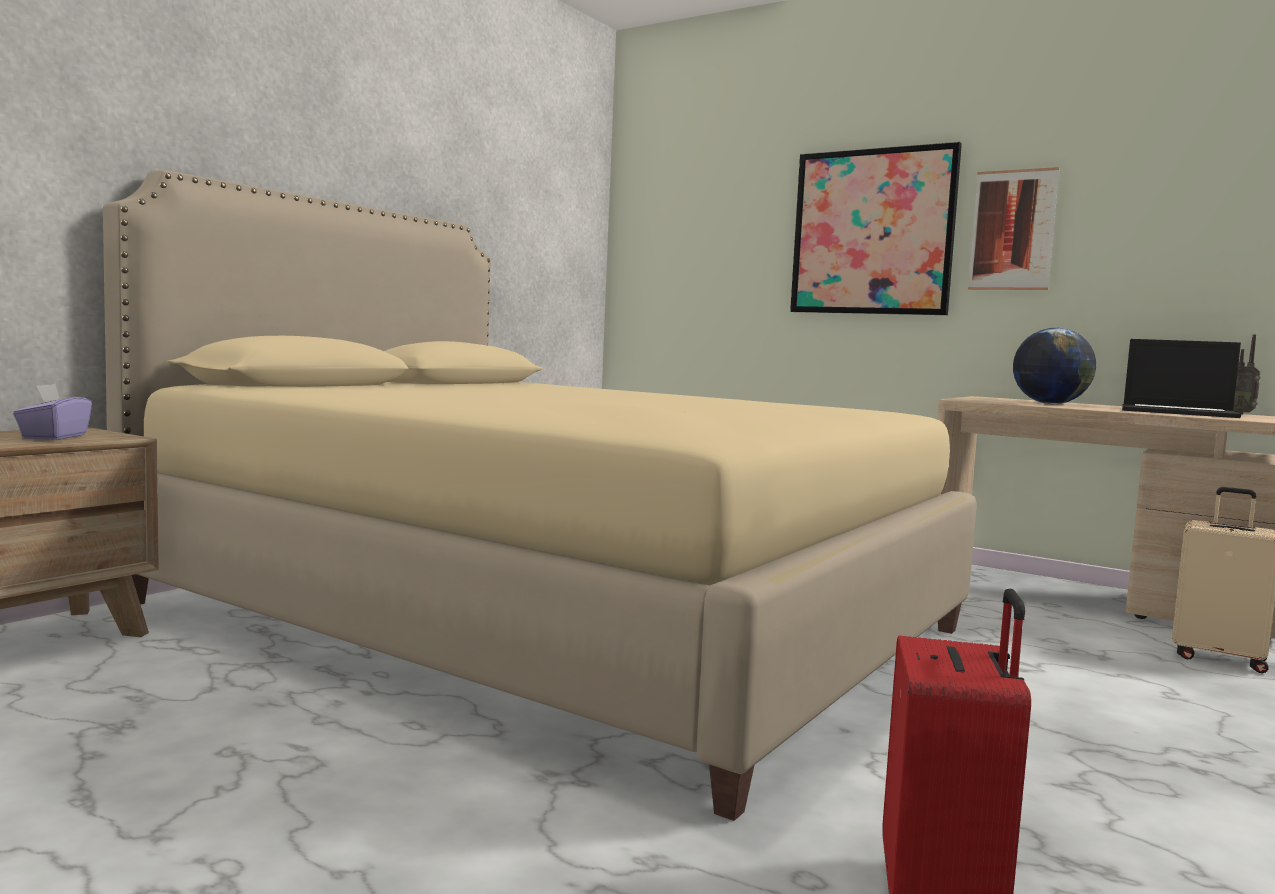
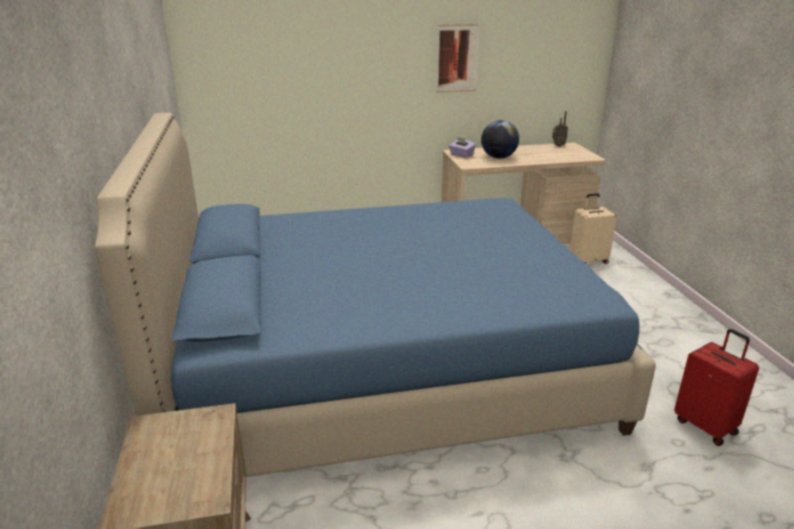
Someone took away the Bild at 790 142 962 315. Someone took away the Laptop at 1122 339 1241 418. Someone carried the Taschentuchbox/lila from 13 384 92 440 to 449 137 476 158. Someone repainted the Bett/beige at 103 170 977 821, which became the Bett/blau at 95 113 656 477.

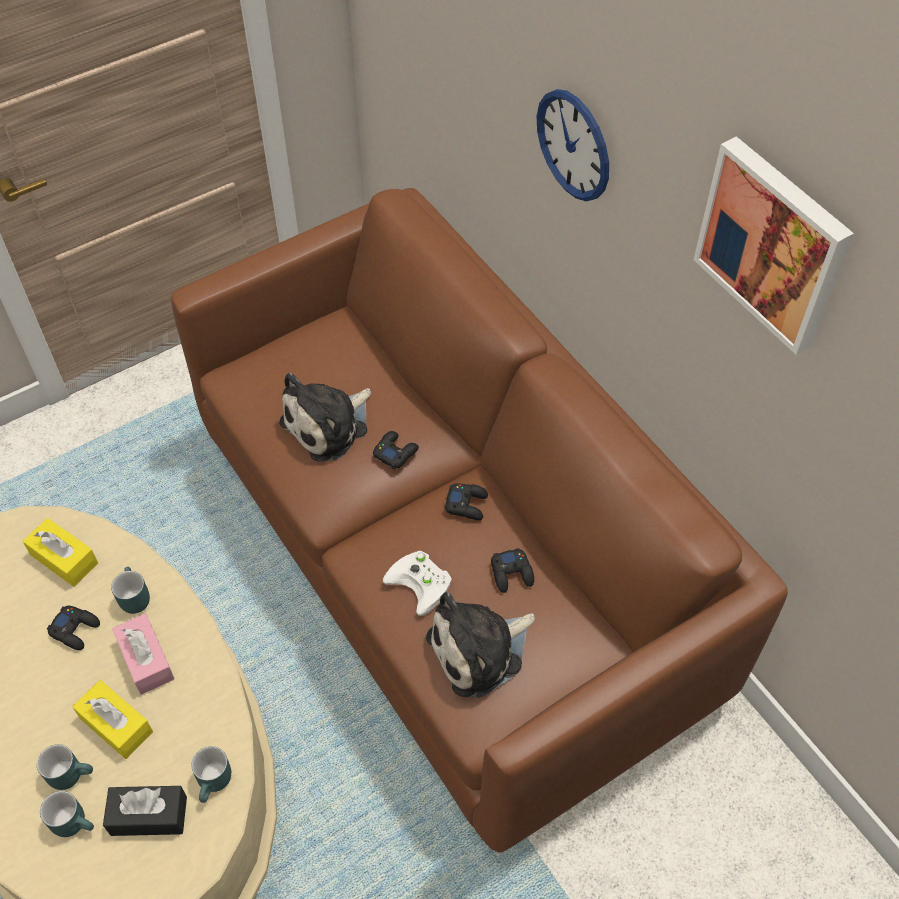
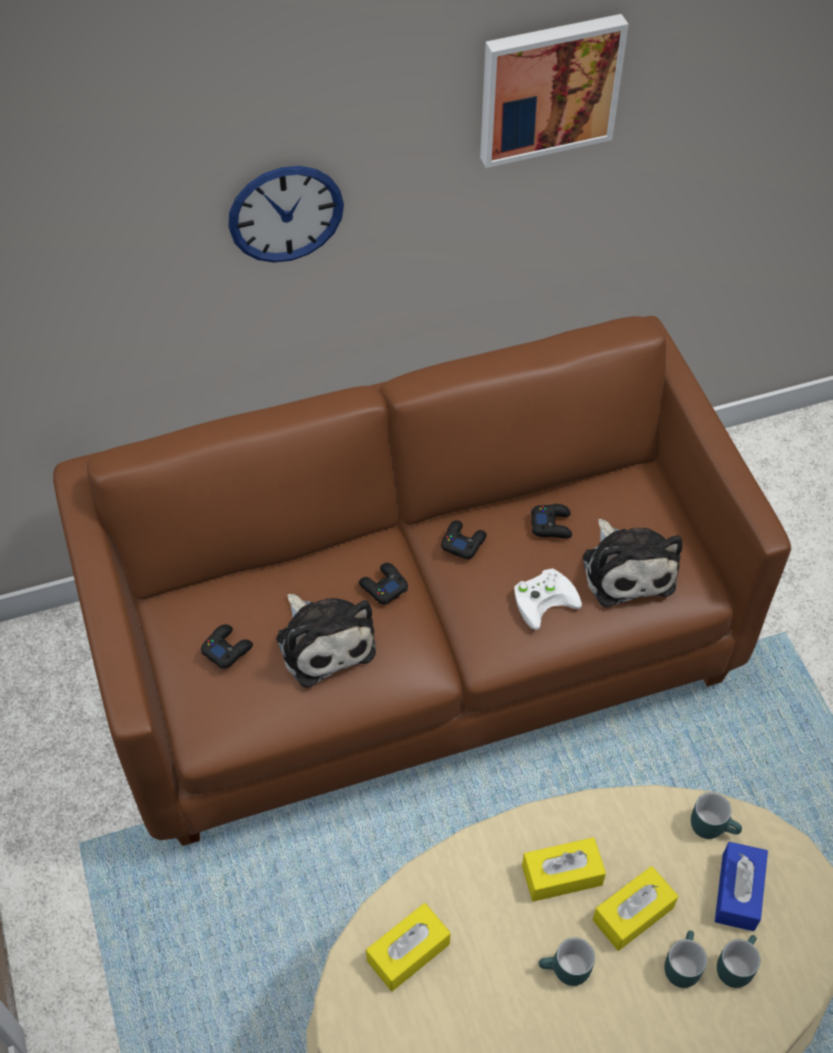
Someone carried the Gamepad/schwarz from 47 606 100 650 to 201 624 253 669. Someone carried the Henkelbecher/türkis from 111 567 150 614 to 539 937 595 986. Someone repainted the Taschentuchbox/schwarz at 103 786 187 836, which became the Taschentuchbox/blau at 715 842 768 931. Someone repainted the Taschentuchbox/rosa at 112 613 175 695, which became the Taschentuchbox/gelb at 522 837 606 902.

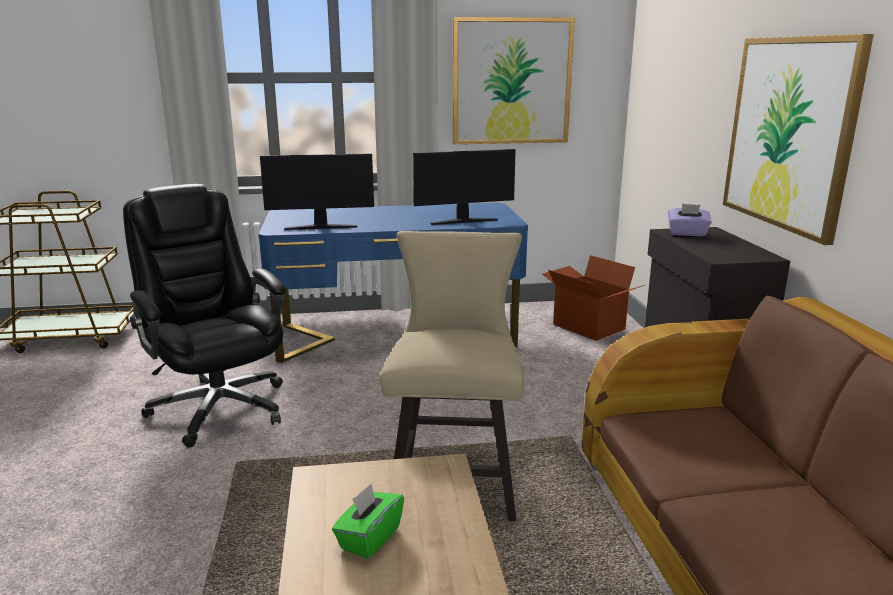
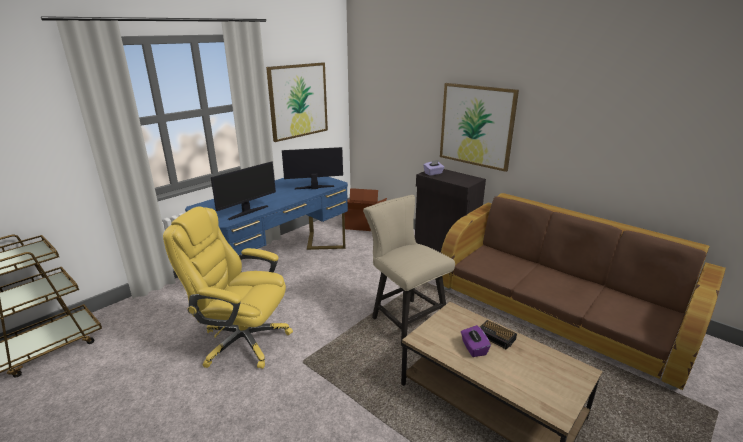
Someone put down the Wecker at 480 320 517 350. Someone repainted the Bürostuhl/schwarz at 123 184 286 448, which became the Bürostuhl/gelb at 163 206 293 369. Someone repainted the Taschentuchbox/grün at 332 484 404 559, which became the Taschentuchbox/lila at 461 325 491 357. Someone rotated the Monitor at 413 149 516 225 by 135 degrees counterclockwise.

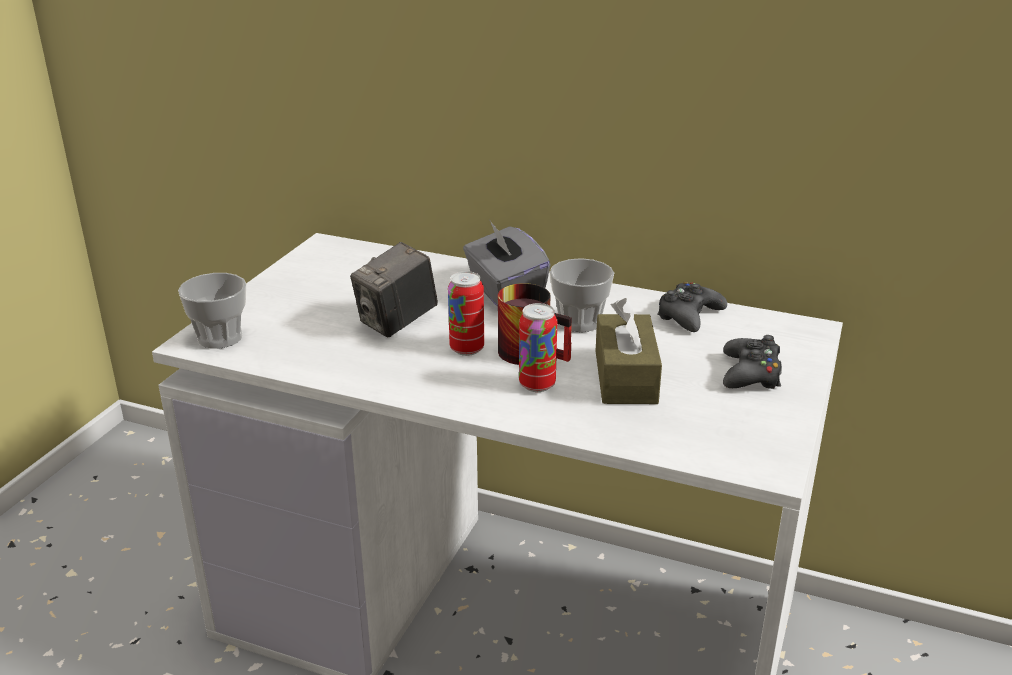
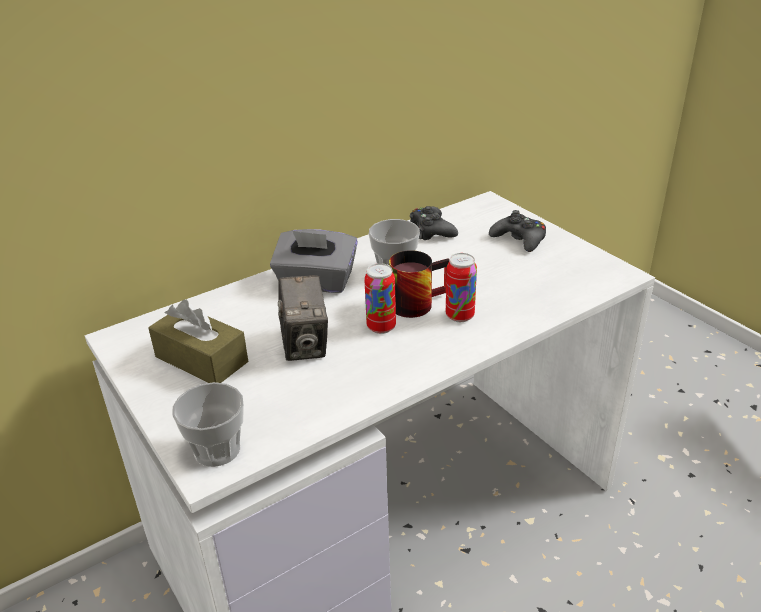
Someone carried the Taschentuchbox/braun from 596 298 662 404 to 148 300 248 383.

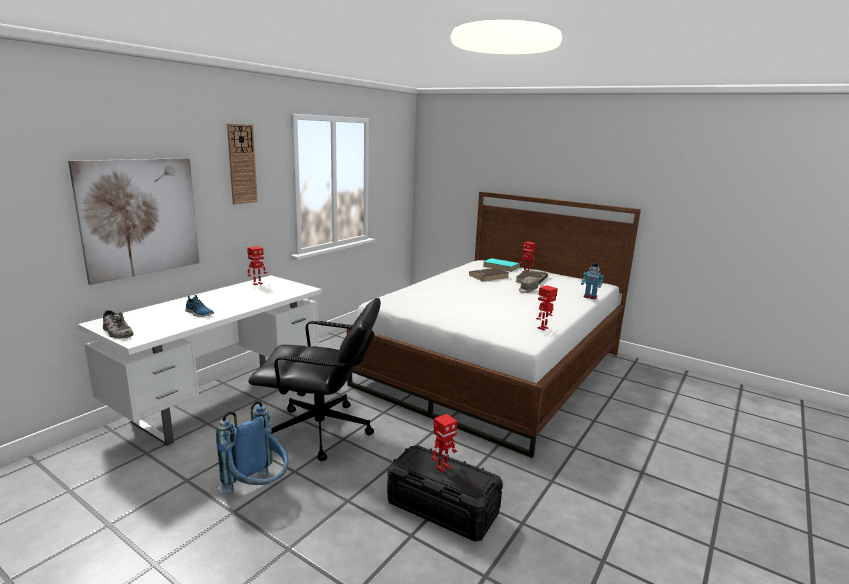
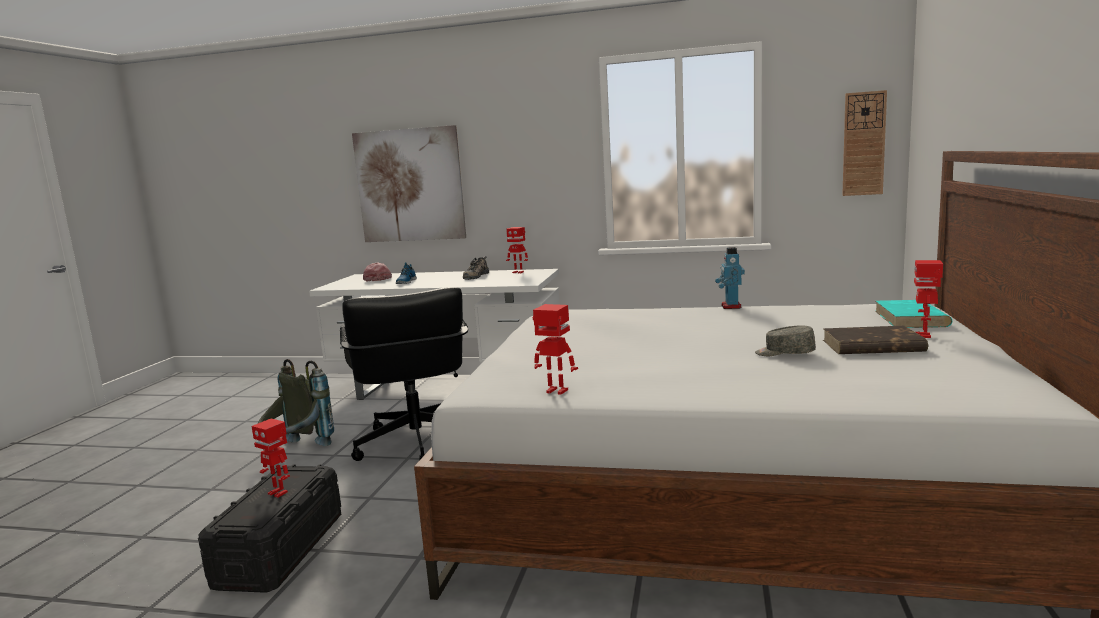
Someone took away the Buch/braun at 469 268 509 281. Someone put down the Kappe/rosa at 363 263 392 282. Someone carried the Schuh from 103 309 133 339 to 463 256 489 280. Someone carried the Wanduhr from 227 124 258 204 to 842 90 887 196. Someone carried the Spielzeugroboter from 581 262 604 299 to 715 247 745 309. Someone repainted the Rucksack/blau at 216 401 288 493, which became the Rucksack/grau at 258 359 334 446.

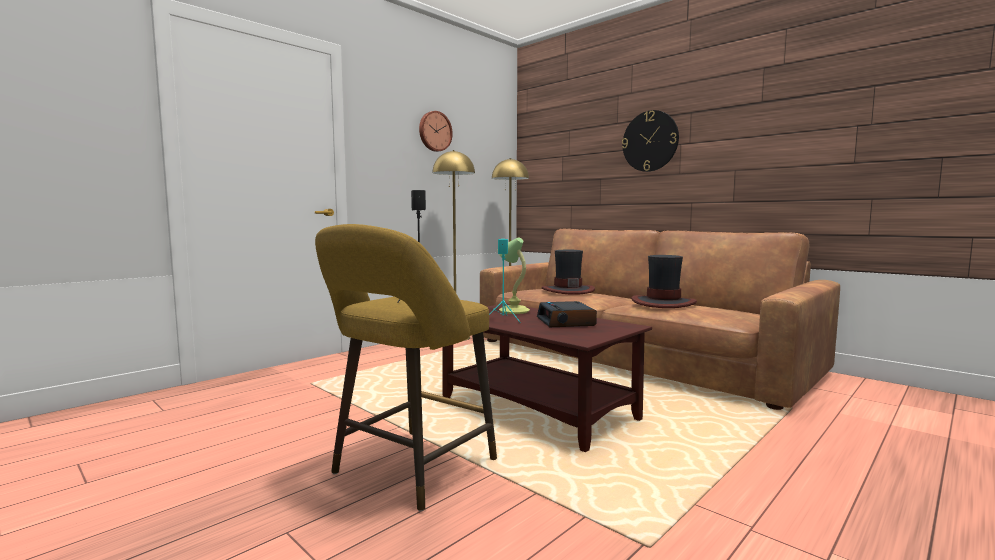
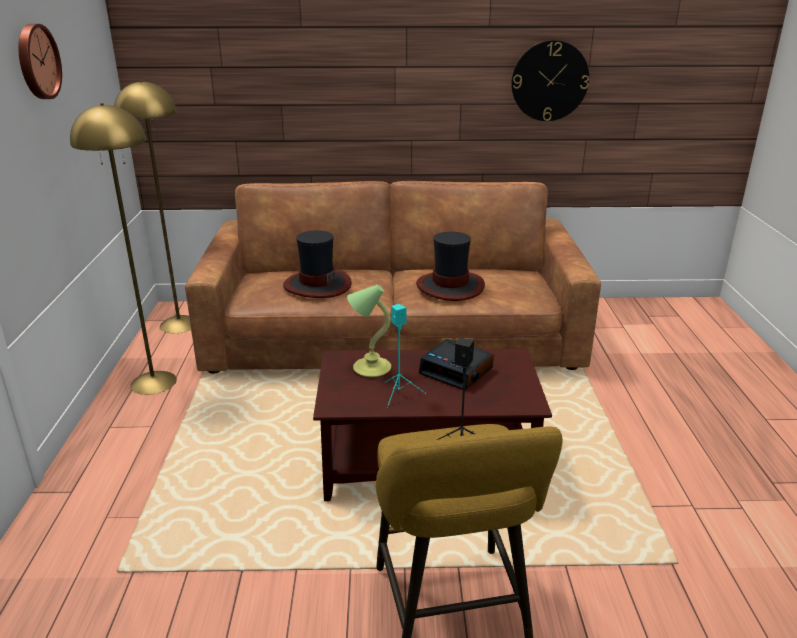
Someone carried the Wanduhr from 622 110 679 172 to 511 40 589 121.

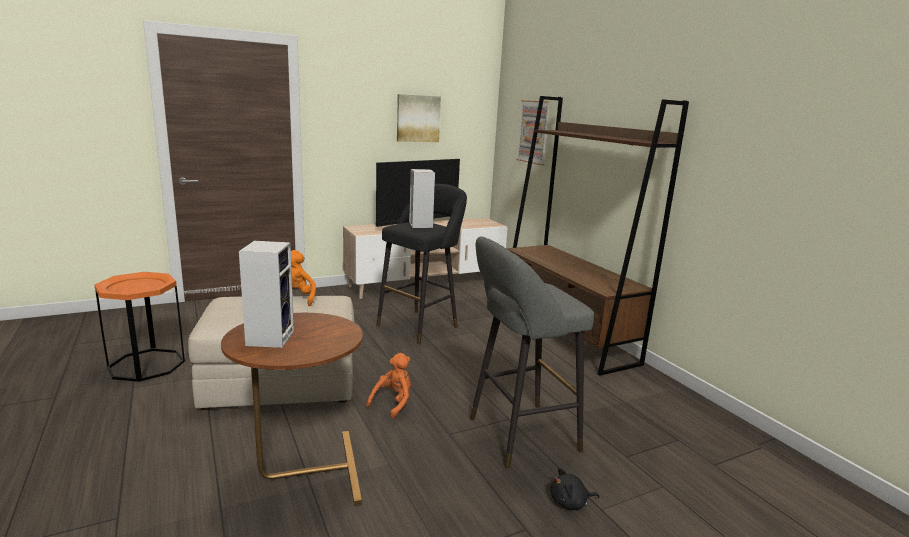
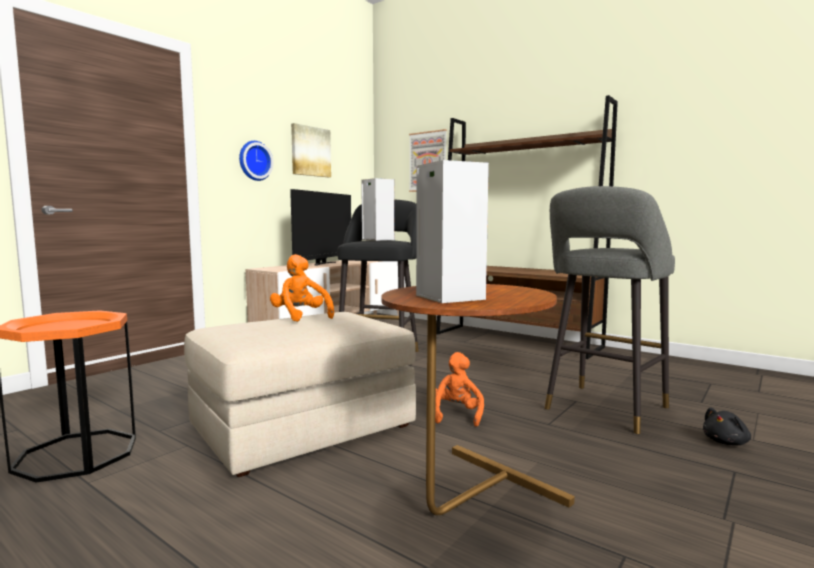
Someone put up the Wanduhr at 239 141 273 181.

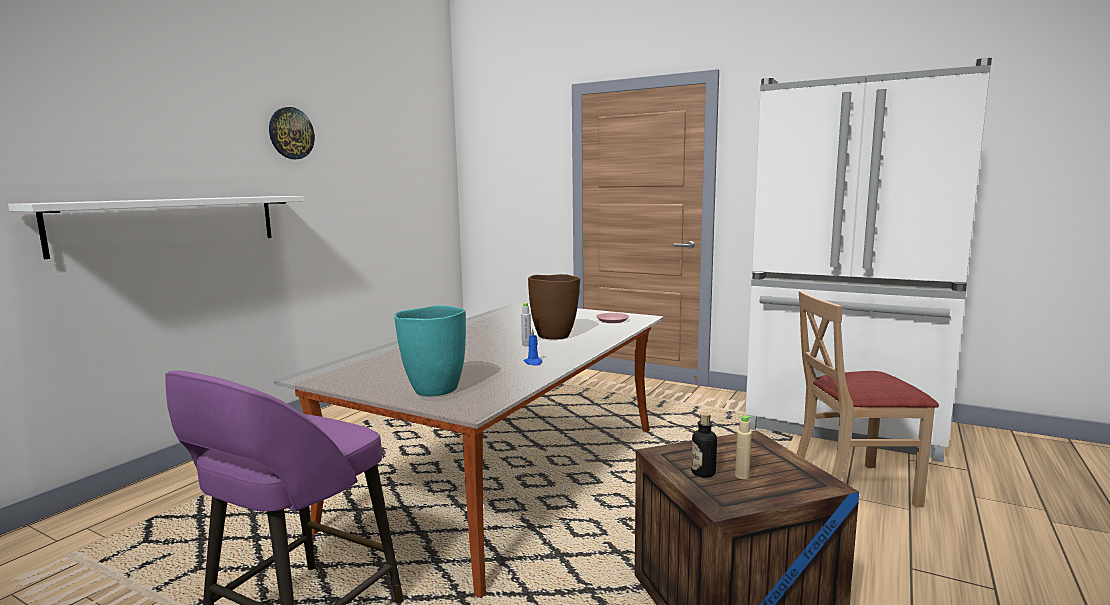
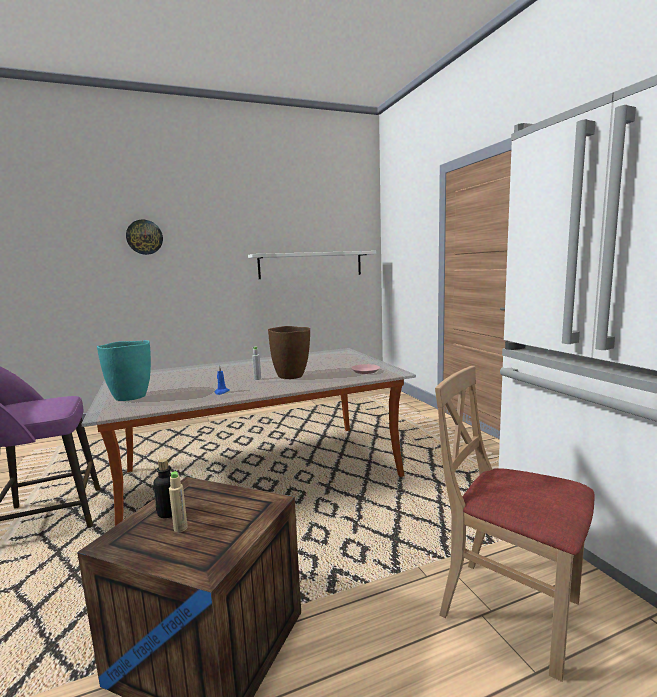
Someone carried the Wandregal/weiß from 8 196 304 259 to 248 251 376 279. Someone carried the Wanduhr from 269 107 315 159 to 126 220 163 255.

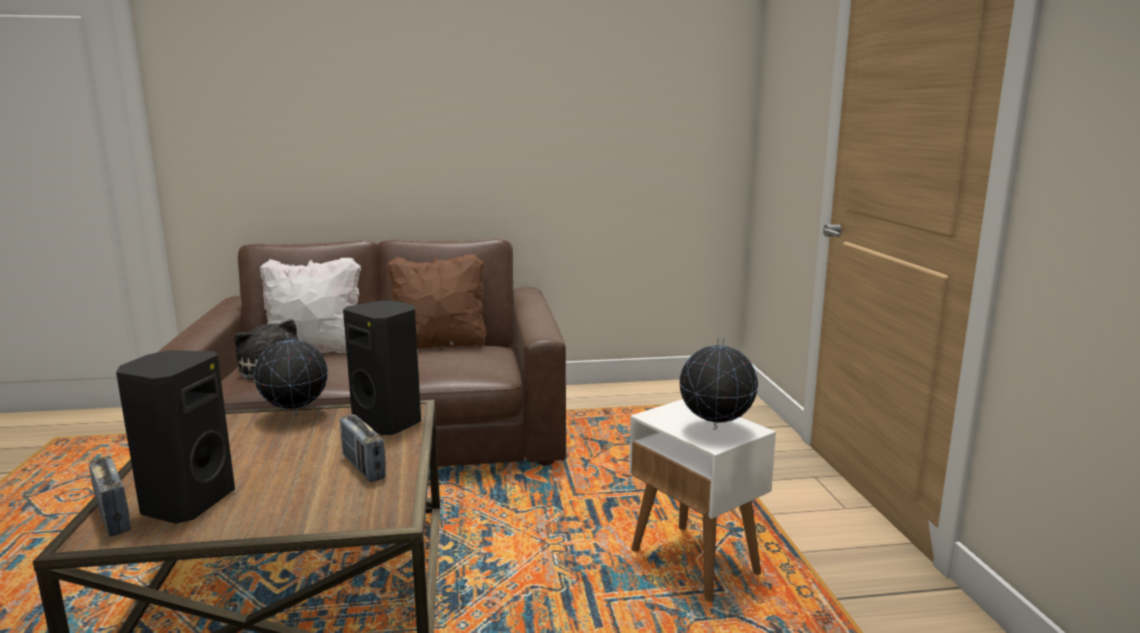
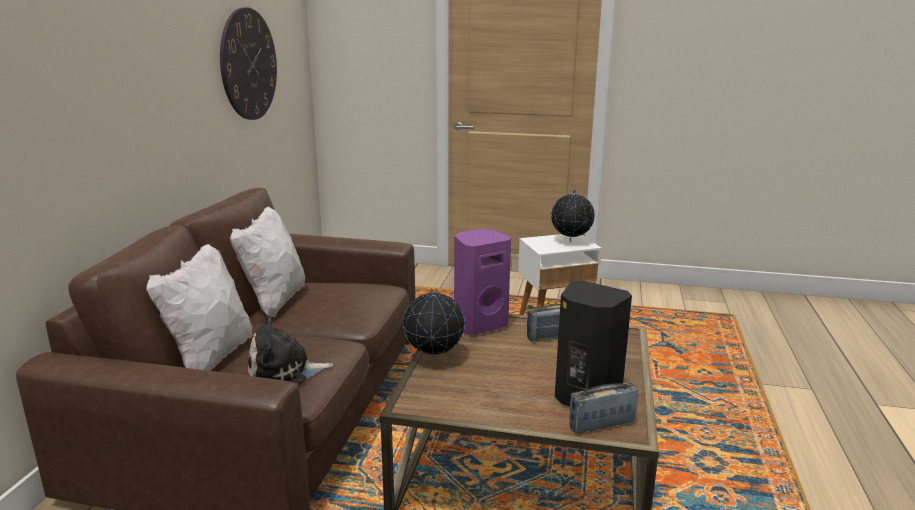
Someone put up the Wanduhr at 220 7 277 120. Someone repainted the Lautsprecher/schwarz at 343 301 421 435, which became the Lautsprecher/lila at 454 229 511 335. Someone repainted the Kissen/braun at 387 254 486 349, which became the Kissen/weiß at 230 207 305 317.

